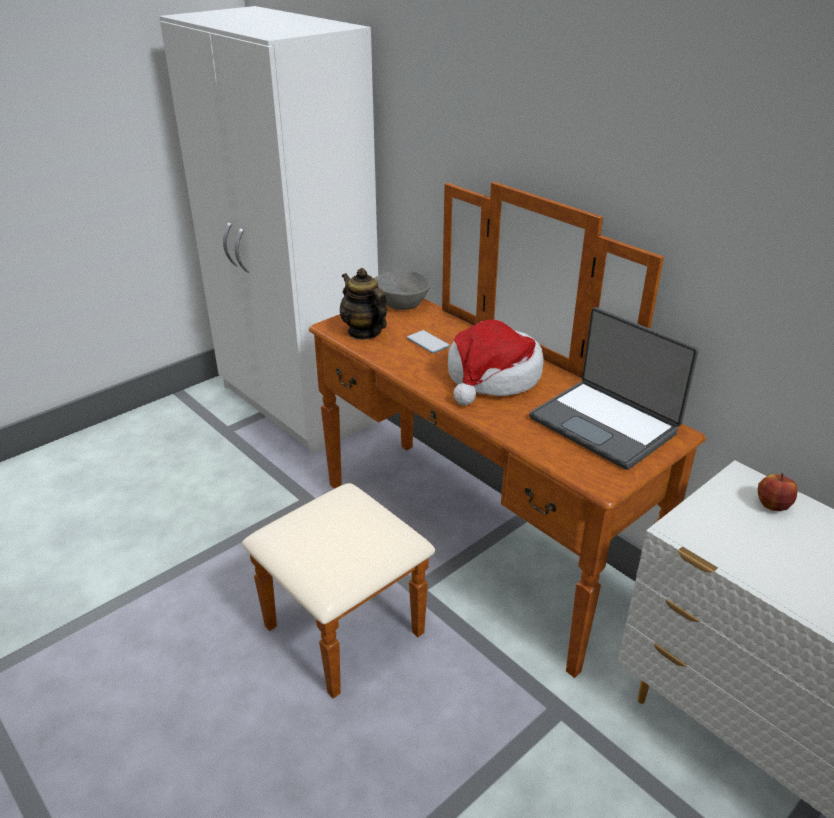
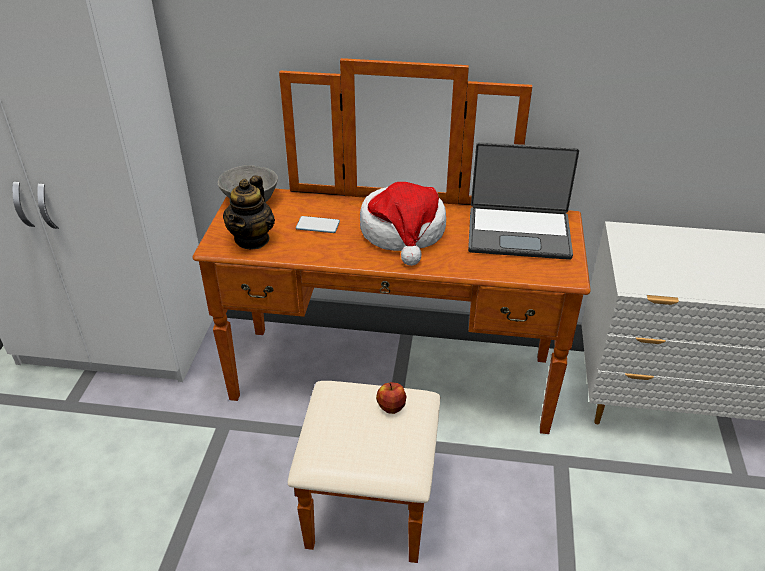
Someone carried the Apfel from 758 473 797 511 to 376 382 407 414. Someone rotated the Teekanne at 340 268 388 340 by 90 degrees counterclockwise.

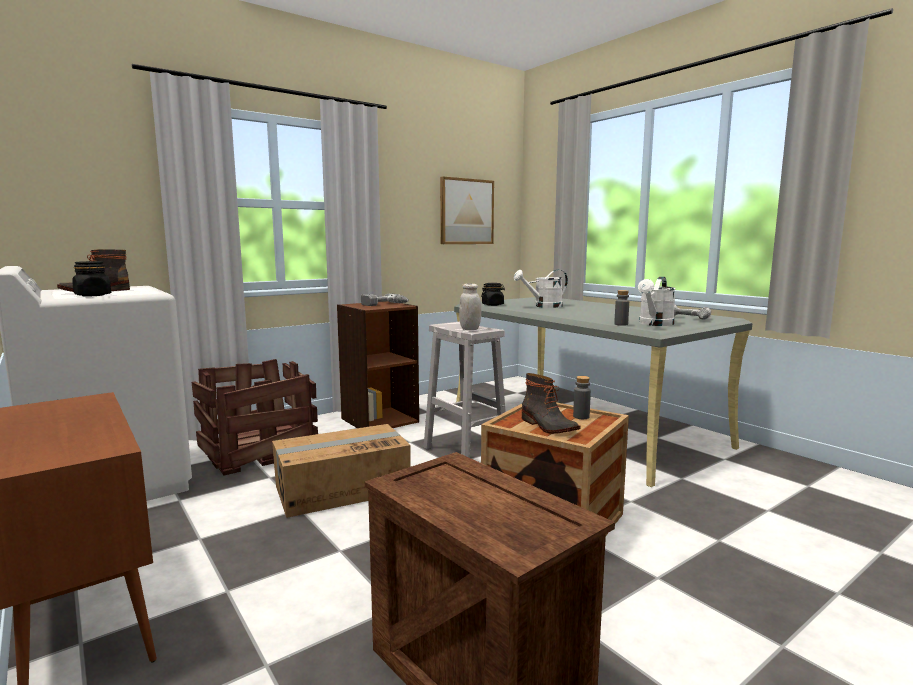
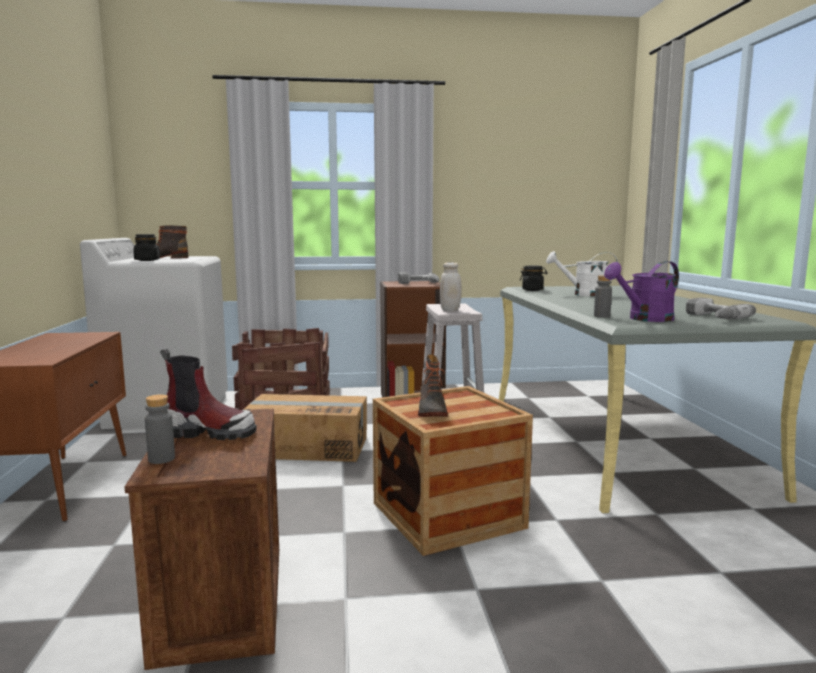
Someone took away the Bild at 440 176 494 244. Someone put down the Stiefel at 160 349 257 440. Someone carried the Flasche/grau from 573 376 591 419 to 145 394 175 464. Someone repainted the Gießkanne/weiß at 638 277 676 326, which became the Gießkanne/lila at 604 261 679 322.

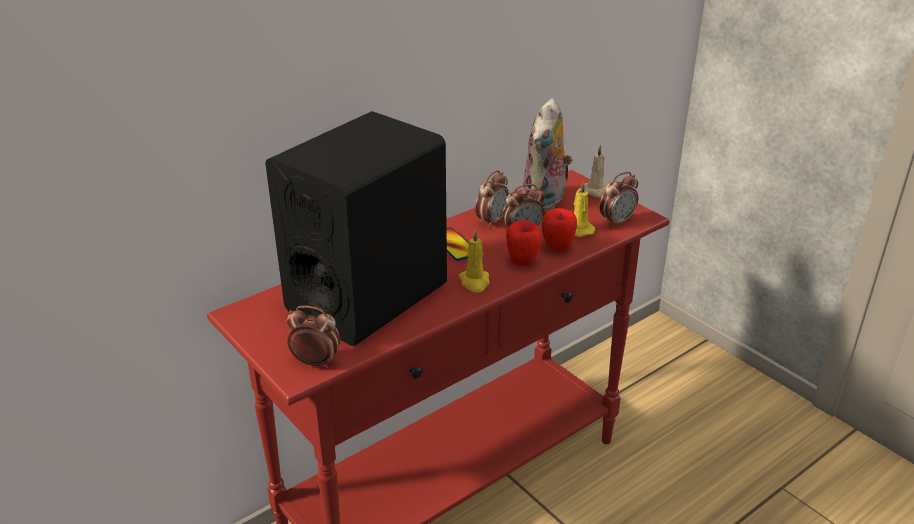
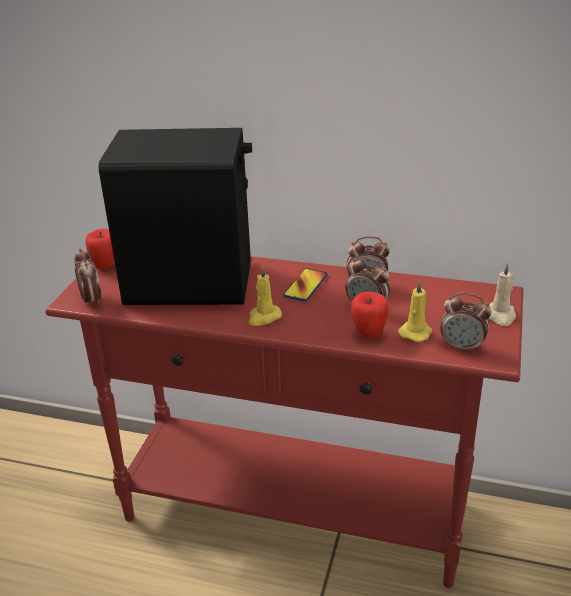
Someone took away the Plüschtier at 522 98 573 212. Someone carried the Apfel from 506 220 542 266 to 85 229 115 270.

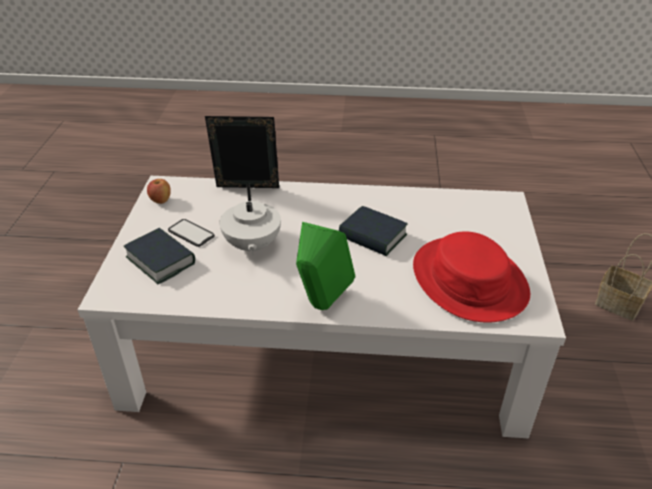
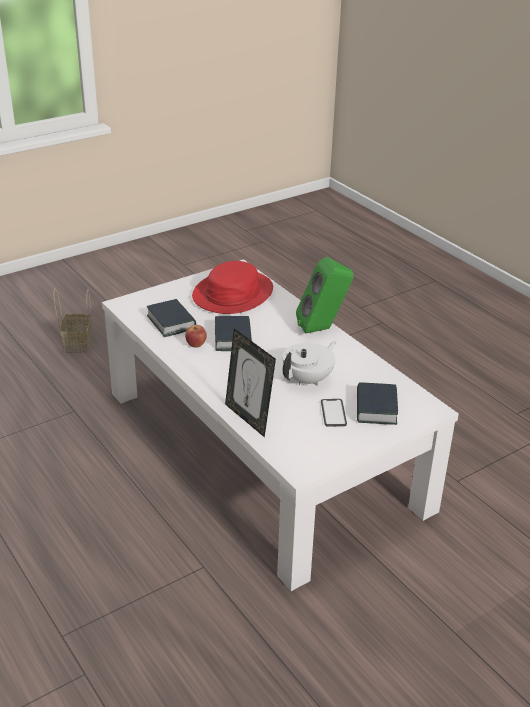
Someone put down the Buch at 147 299 196 337. Someone carried the Apfel from 147 179 171 204 to 185 325 207 348.

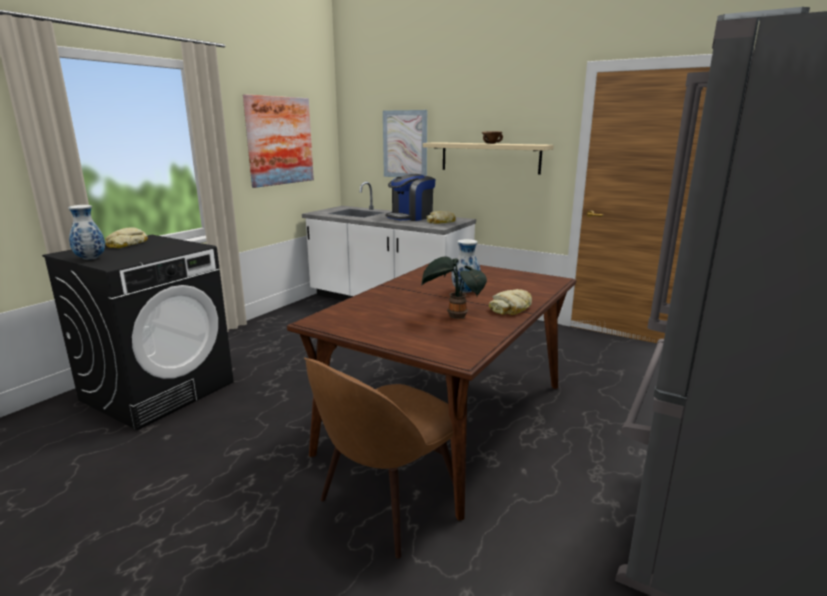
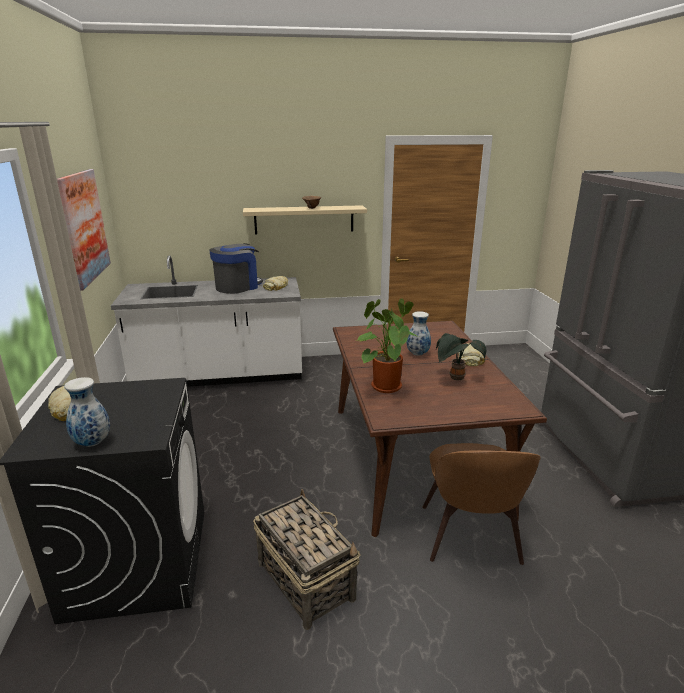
Someone took away the Bild at 383 110 427 177. Someone put down the Korb at 253 489 361 630. Someone put down the Topfpflanze at 355 299 419 393. Someone rotated the Kaffeemaschine at 386 174 435 221 by 150 degrees counterclockwise.

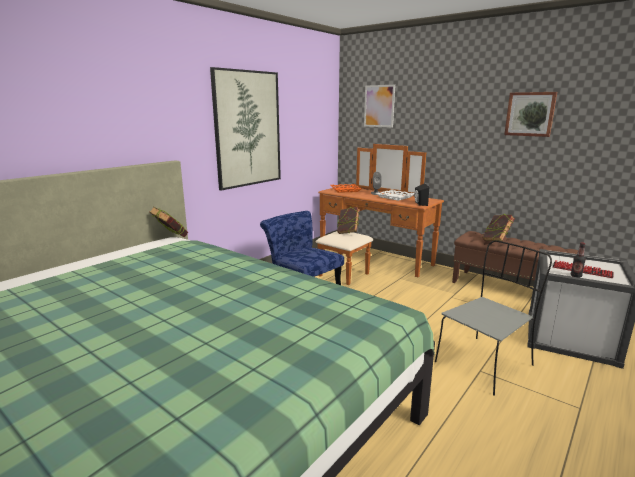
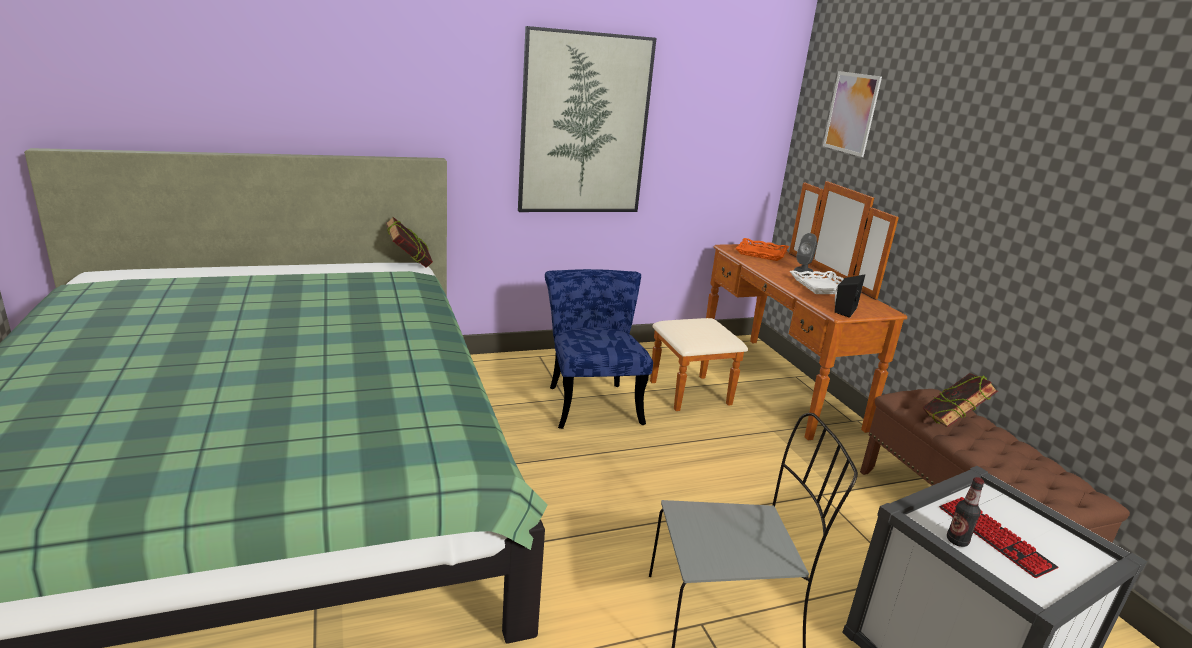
Someone took away the Buch at 337 207 360 234. Someone took away the Bild at 504 92 557 137.

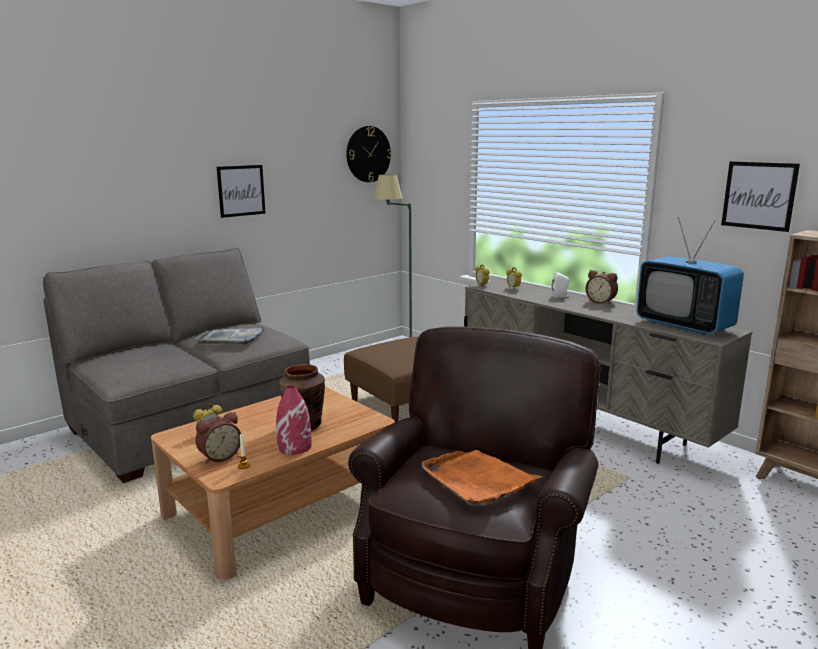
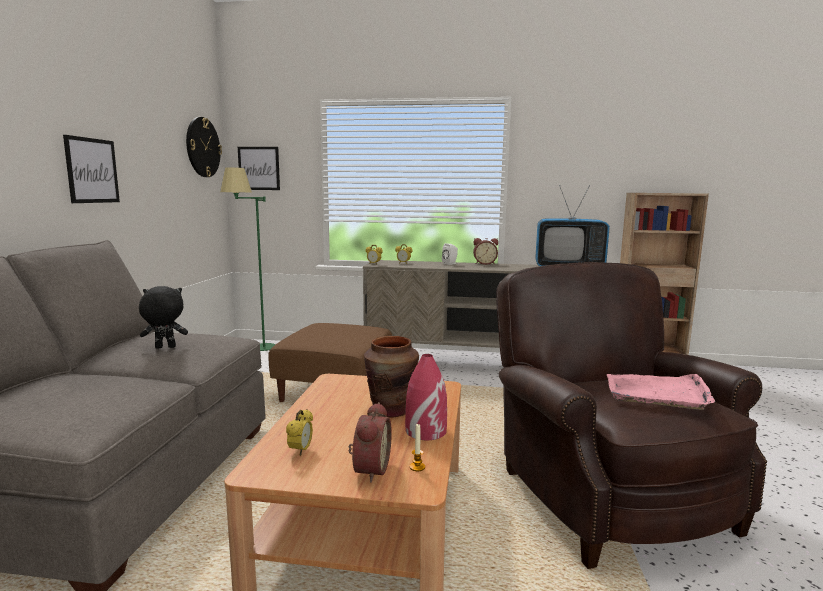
Someone carried the Bild from 721 161 800 232 to 238 147 280 190. Someone swapped the Tablett/grau at 195 326 266 345 for the Plüschtier/schwarz at 139 286 188 349. Someone repainted the Tablett/orange at 421 450 542 505, which became the Tablett/rosa at 607 374 715 410.

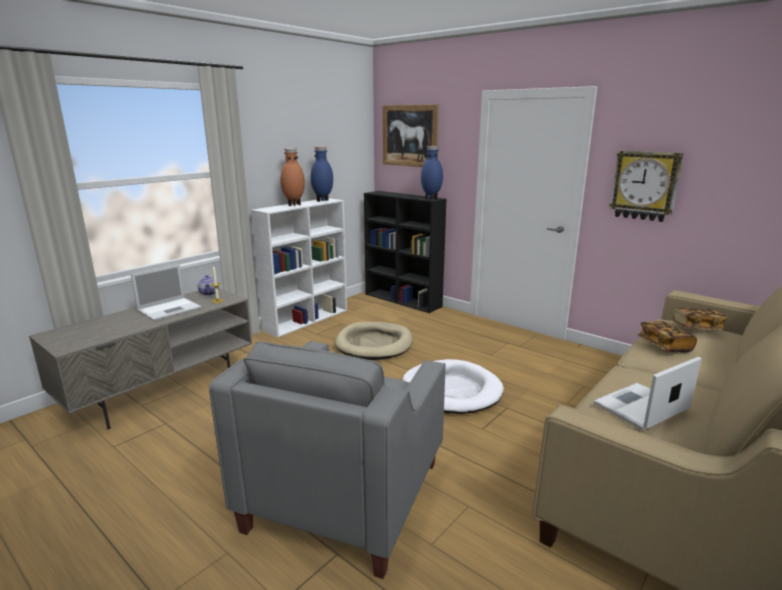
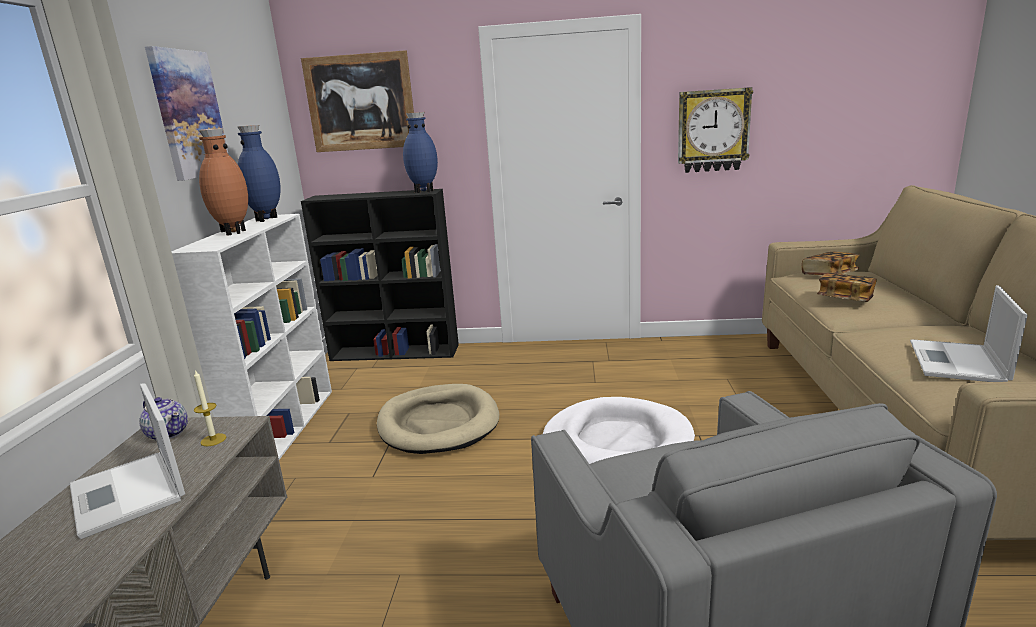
Someone put up the Bild at 145 46 228 181. Someone rotated the Laptop at 131 264 201 321 by 135 degrees clockwise.

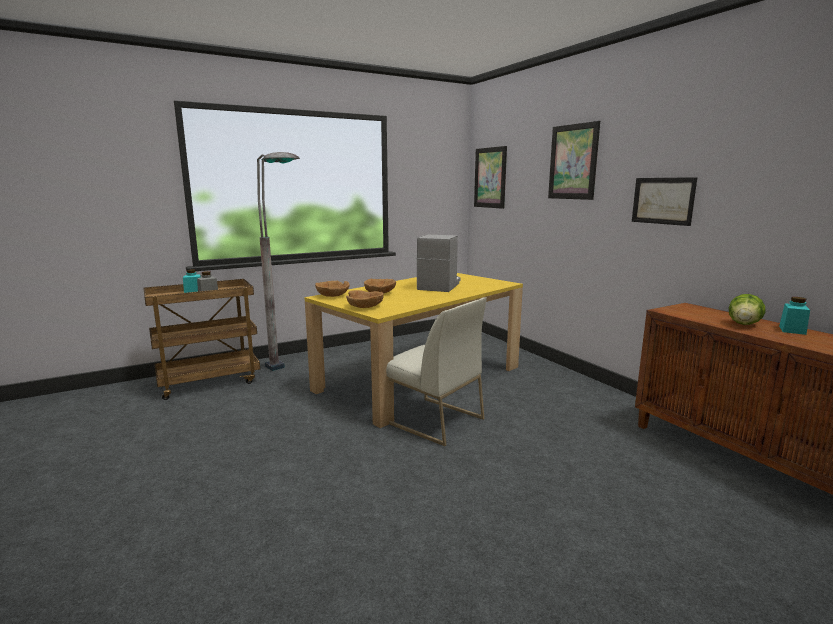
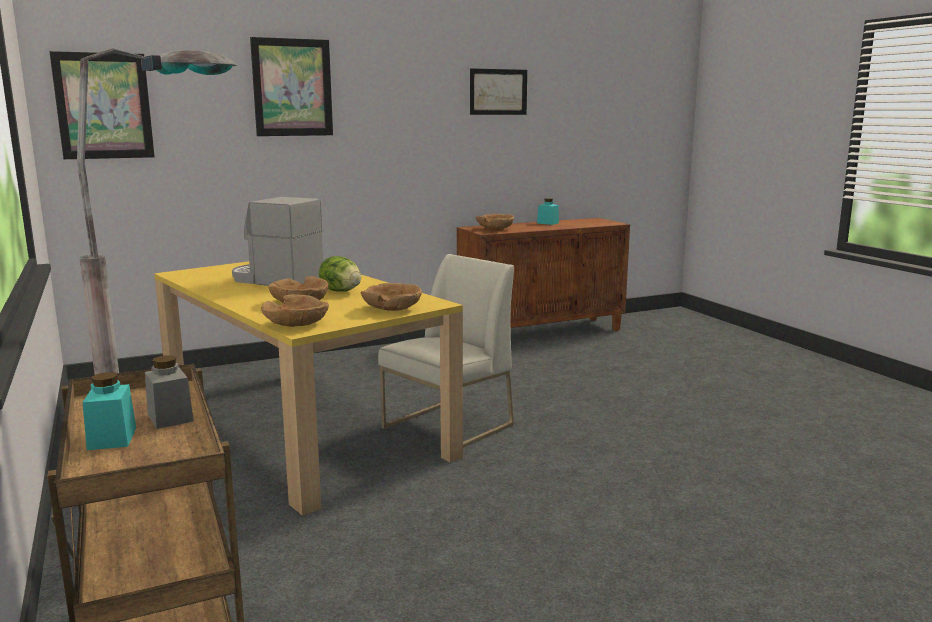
Someone put down the Schüssel/braun at 476 214 514 230. Someone carried the Bild from 632 177 697 226 to 470 68 527 115. Someone carried the Salatkopf from 729 294 766 325 to 319 256 361 292.

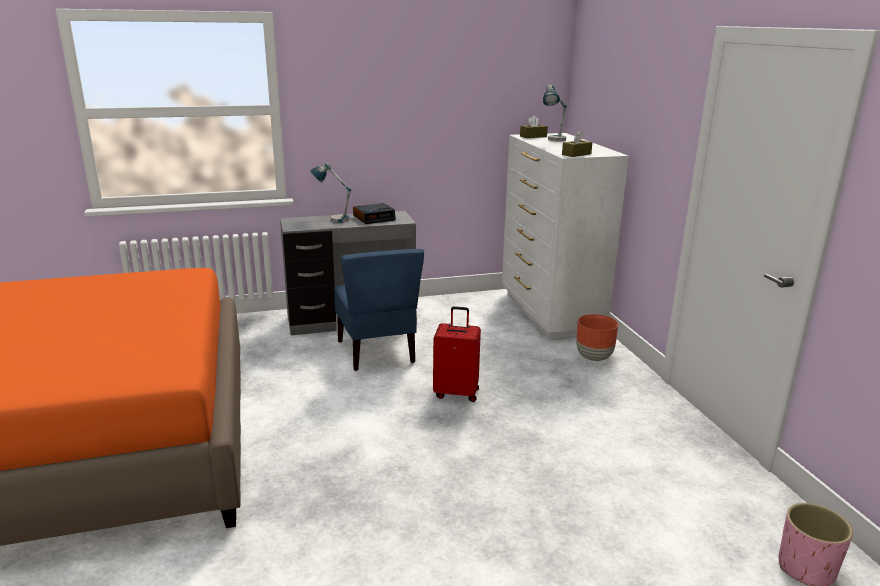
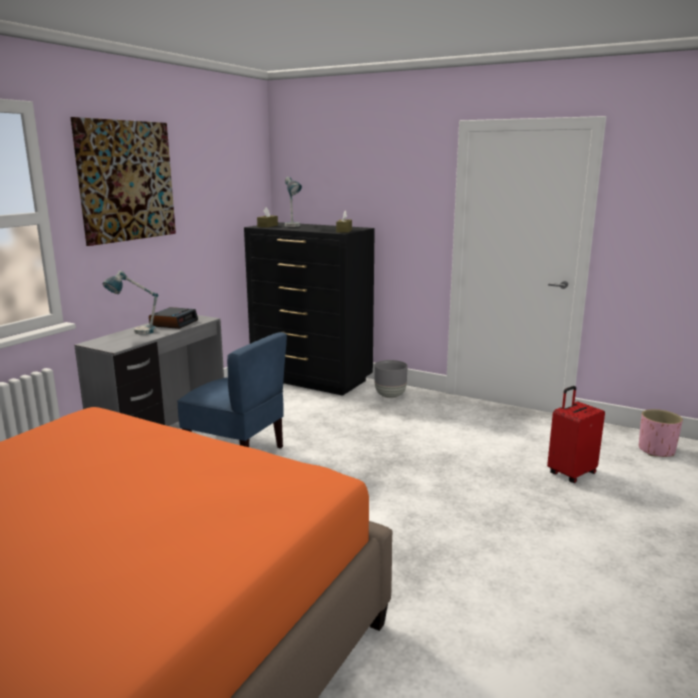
Someone put up the Bild at 71 117 176 246. Someone carried the Koffer/rot from 433 306 481 402 to 547 386 605 483. Someone repainted the Kommode/weiß at 502 133 629 339, which became the Kommode/schwarz at 244 222 375 396. Someone repainted the Pflanzkübel/braun at 576 314 618 361, which became the Pflanzkübel/grau at 374 360 408 398.

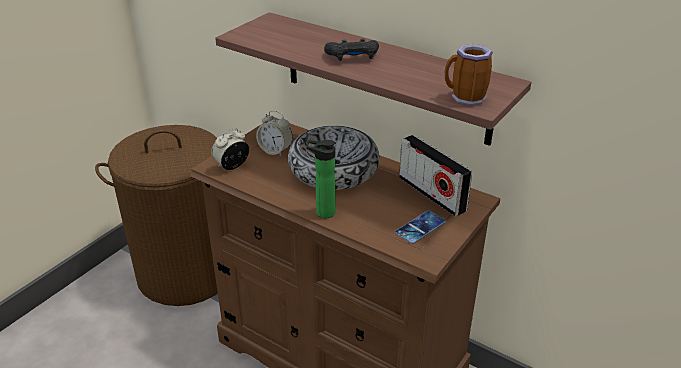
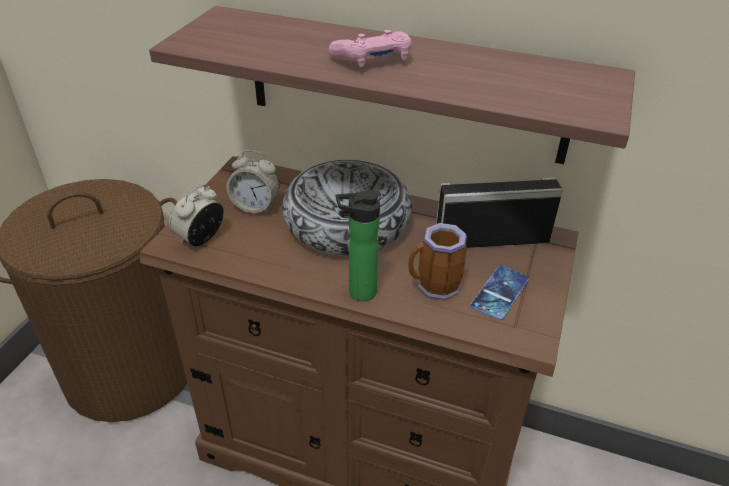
Someone carried the Henkelbecher from 445 44 493 106 to 408 223 467 300. Someone repainted the Gamepad/schwarz at 324 39 379 61, which became the Gamepad/rosa at 329 30 412 67. Someone rotated the Radio at 399 135 472 217 by 135 degrees clockwise.

